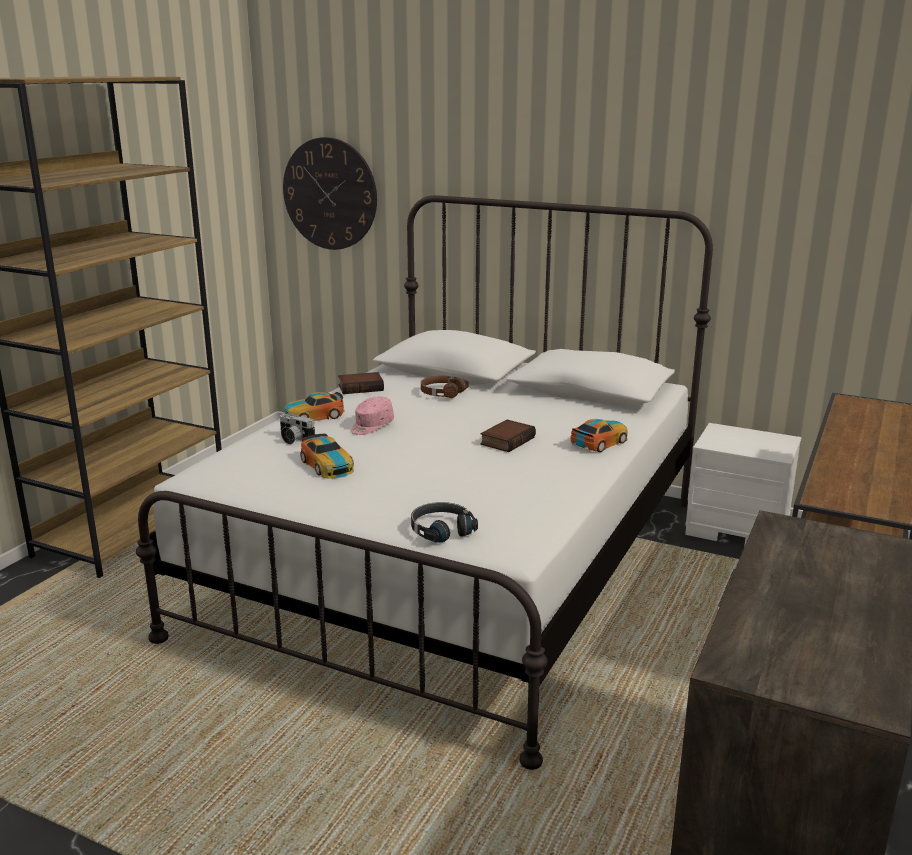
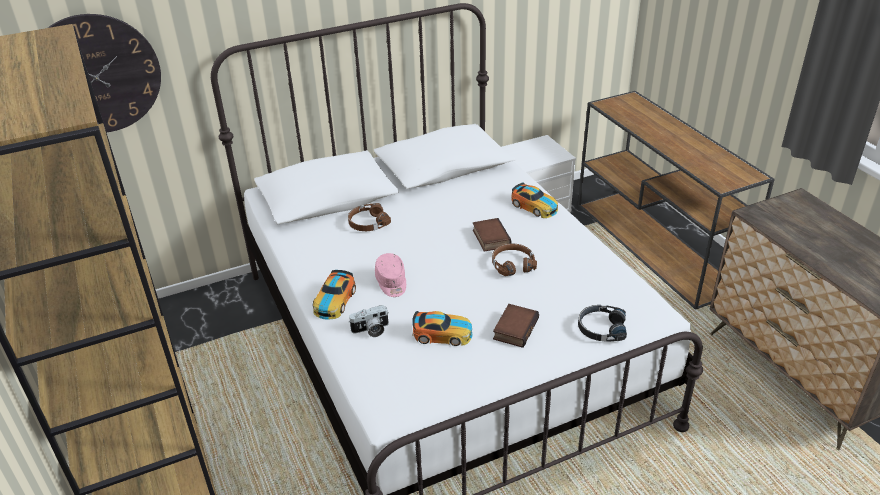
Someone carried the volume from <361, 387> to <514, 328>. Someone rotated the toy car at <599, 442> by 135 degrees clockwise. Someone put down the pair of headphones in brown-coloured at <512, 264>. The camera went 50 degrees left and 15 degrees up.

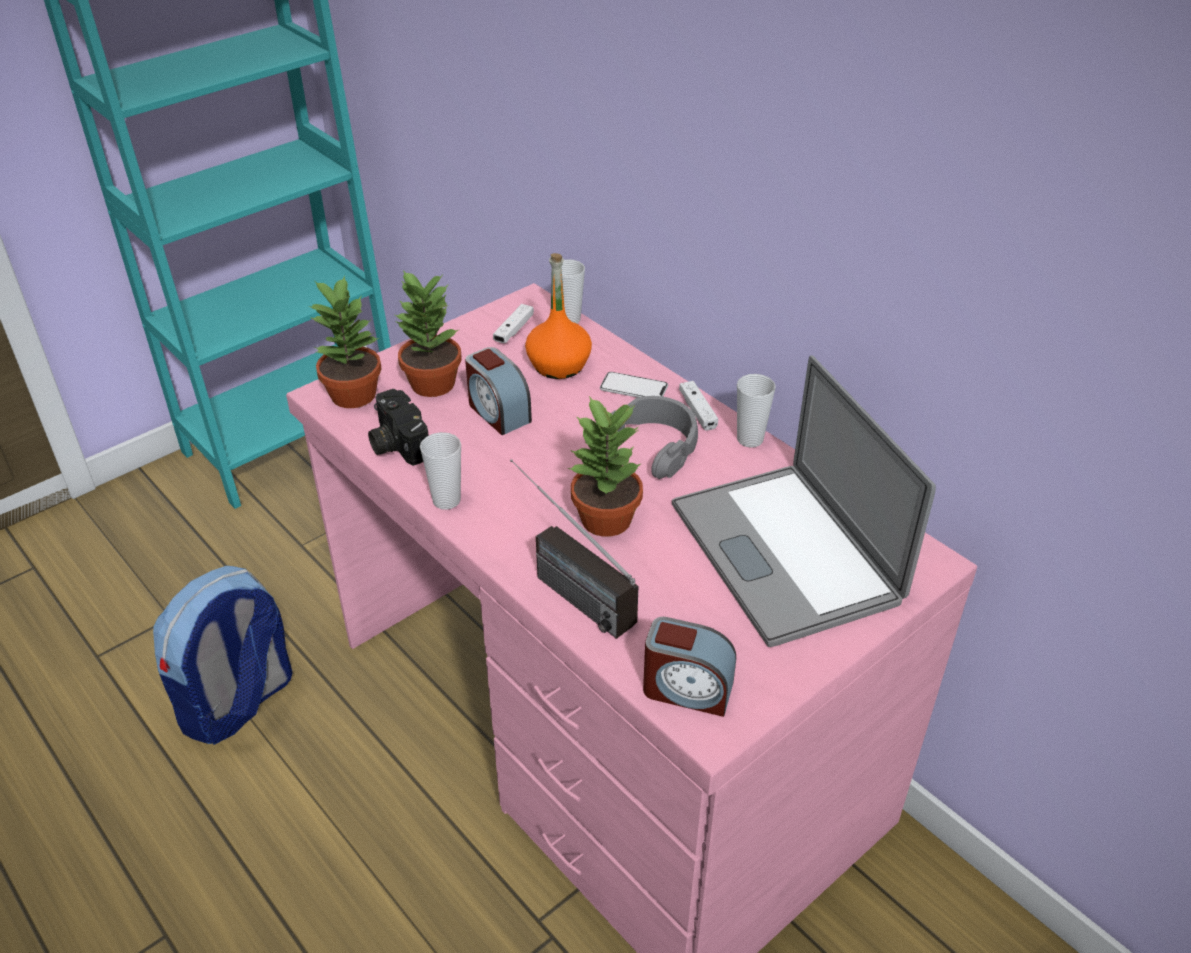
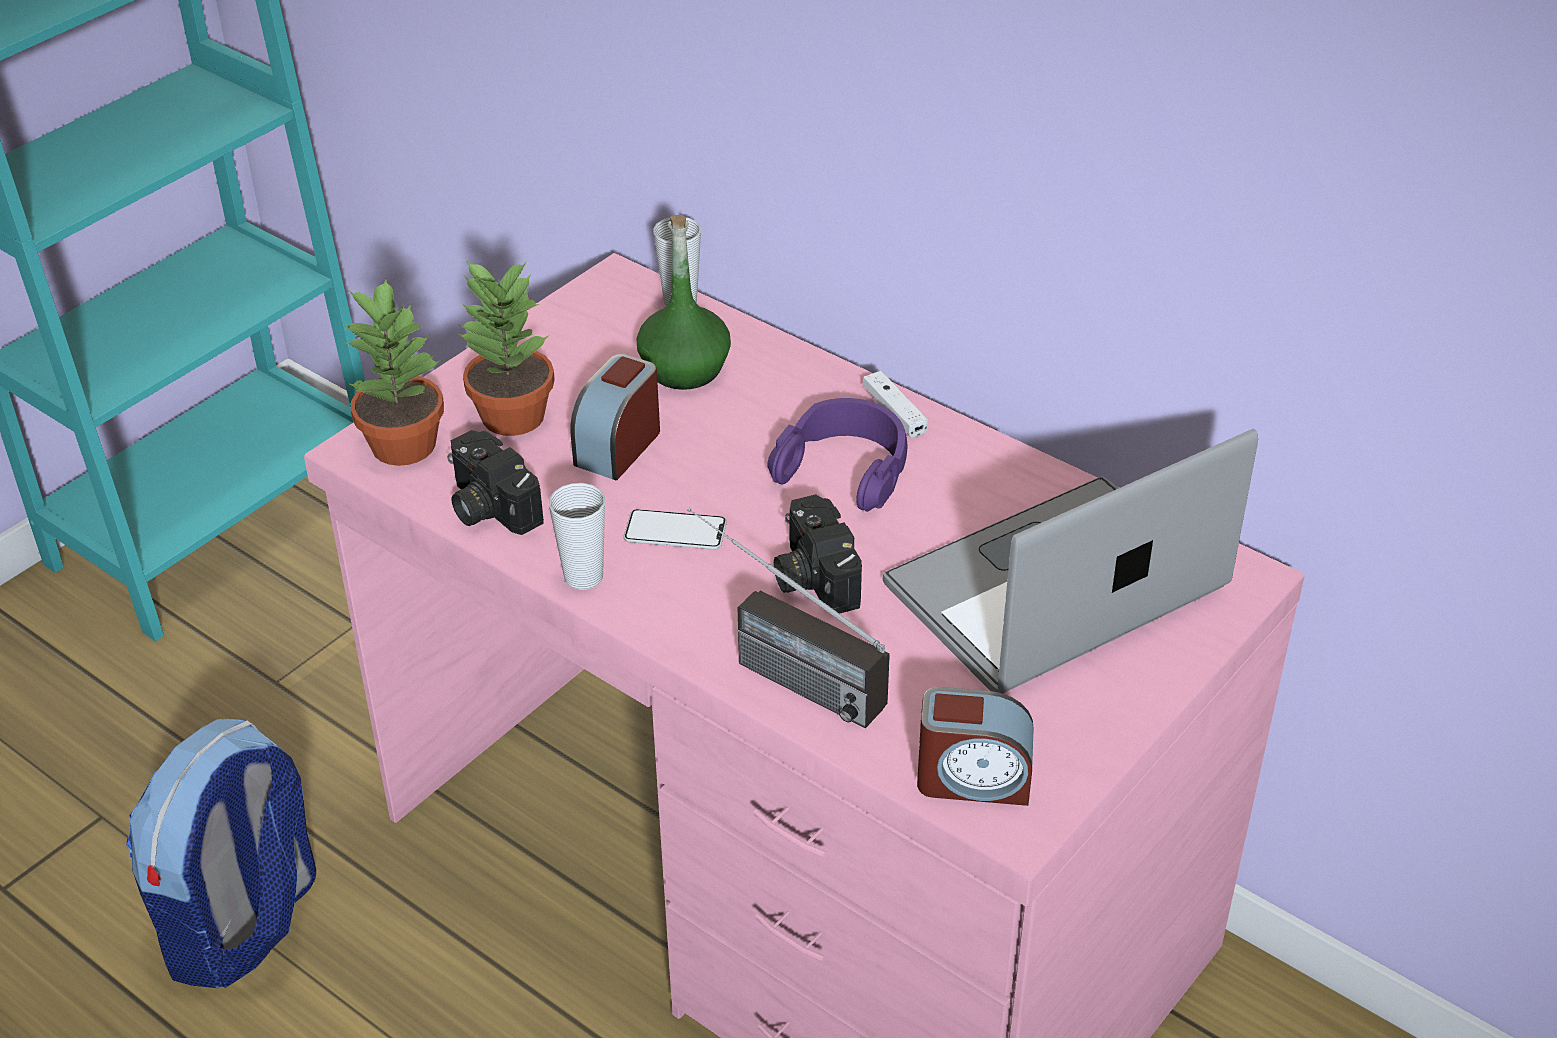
Someone rotated the alarm clock at <498, 412> by 75 degrees clockwise. Someone took away the joypad in white at <514, 330>. Someone repainted the drink bottle in orange at <559, 365>, which became the drink bottle in greenish at <684, 369>. Someone swapped the plant in a pot at <607, 520> for the still camera at <811, 576>. Someone carried the phone from <633, 388> to <675, 531>. Someone repainted the pair of headphones in grey at <652, 446>, which became the pair of headphones in purple-coloured at <845, 468>. Someone rotated the notebook computer at <784, 552> by 90 degrees clockwise. Someone took away the small cup at <750, 439>. The camera went 10 degrees left and 0 degrees up.

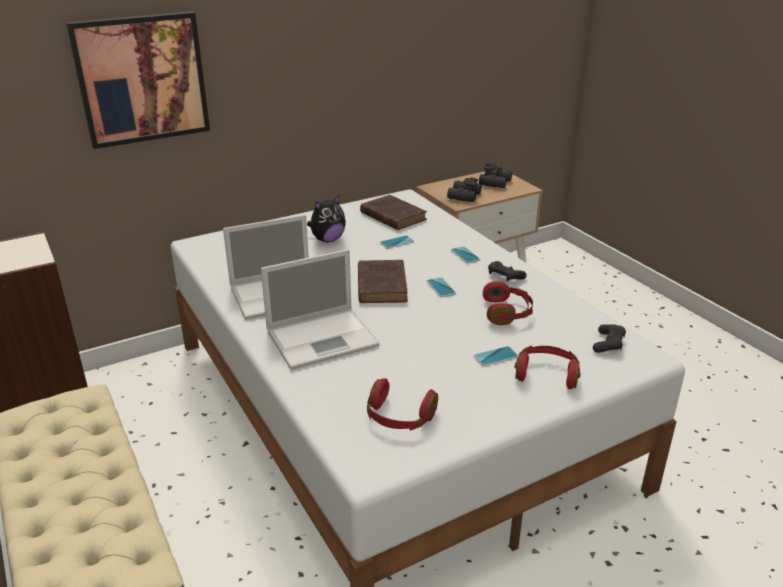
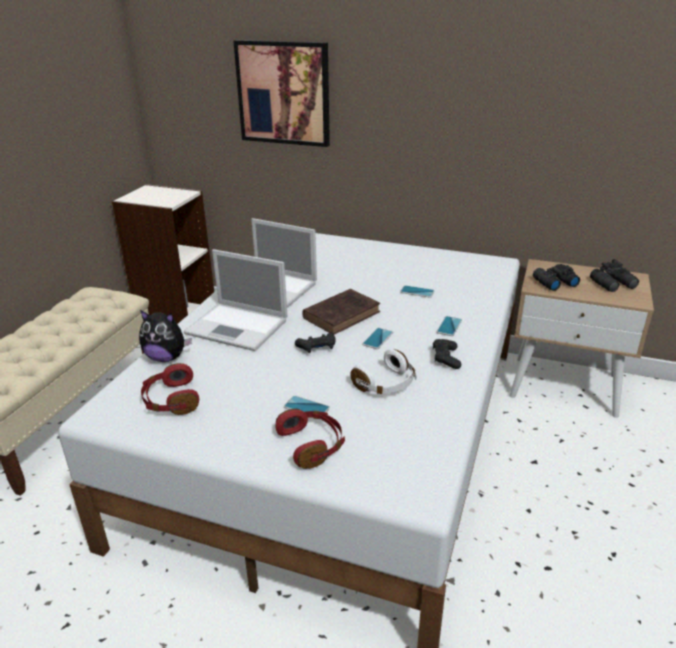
Someone carried the soft toy from <327, 239> to <166, 358>. Someone took away the volume in brown-coloured at <392, 215>. Someone repainted the pair of headphones in reddish at <507, 312>, which became the pair of headphones in white at <386, 384>. Someone carried the joypad in black-coloured from <608, 344> to <317, 348>. The camera went 50 degrees right and 0 degrees up.

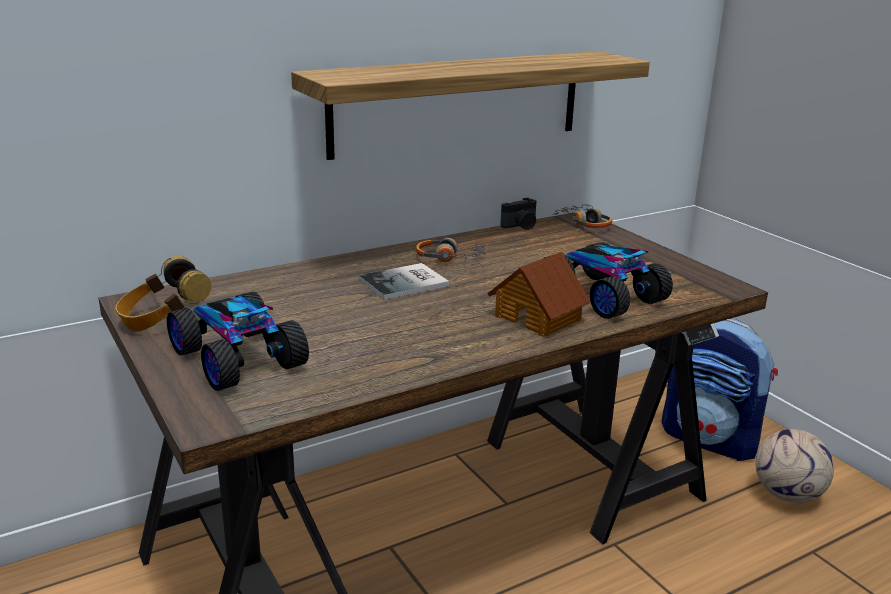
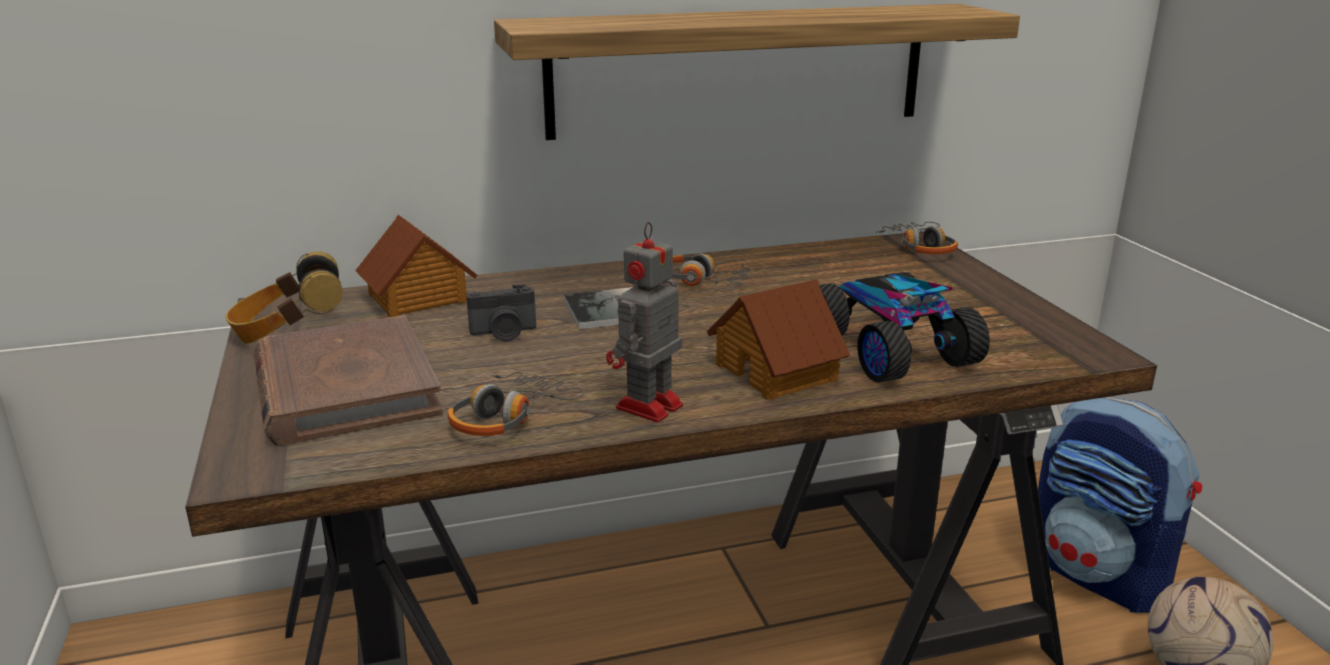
Someone swapped the toy car at <239, 357> for the volume in brown-coloured at <345, 388>. Someone carried the still camera from <521, 226> to <504, 333>. Someone put down the miniature house at <418, 298>. Someone put down the pair of headphones at <509, 417>. Someone put down the toy robot at <647, 408>. The camera went 15 degrees right and 0 degrees up.

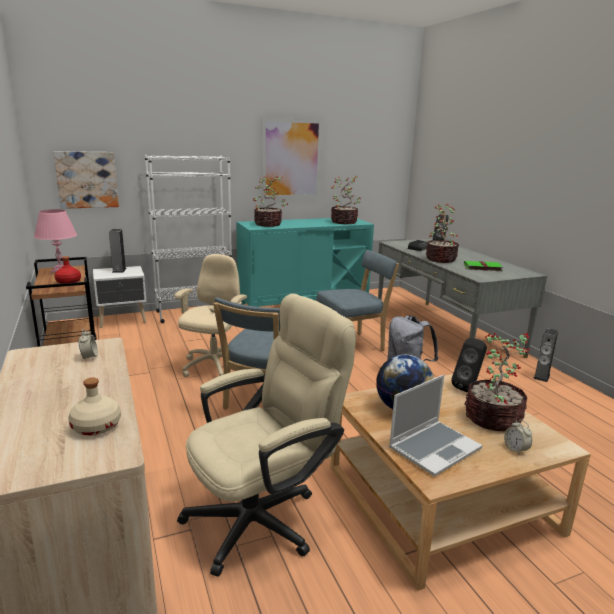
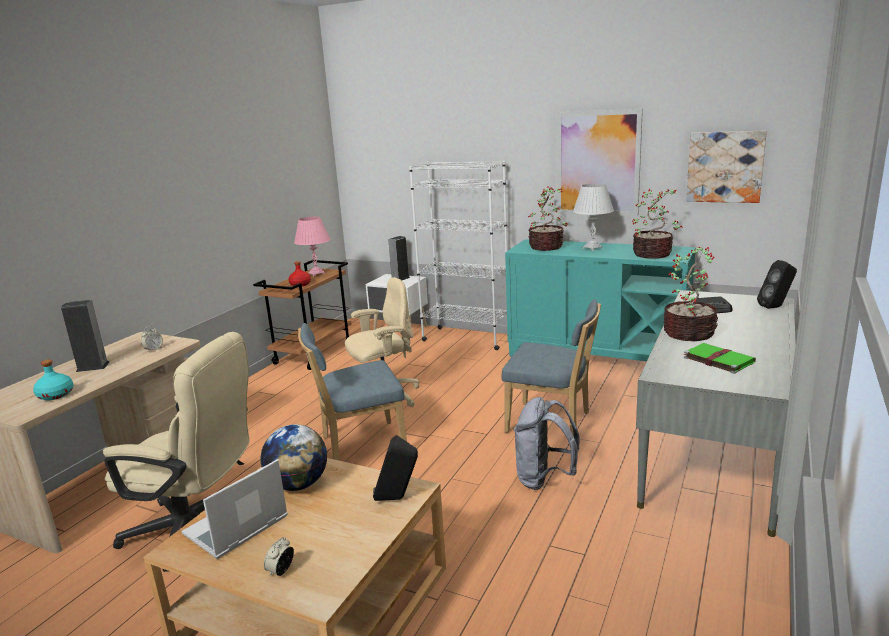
Someone carried the wall art from <87, 179> to <725, 167>. Someone repainted the drink bottle in beige-coloured at <97, 426>, which became the drink bottle in turquoise-coloured at <56, 395>. Someone rotated the notebook computer at <434, 448> by 120 degrees clockwise. Someone took away the plant in a pot at <492, 419>. Someone carried the loudspeaker from <541, 376> to <93, 367>. Someone put down the tabletop lamp in white at <592, 248>. The camera went 50 degrees right and 0 degrees up.

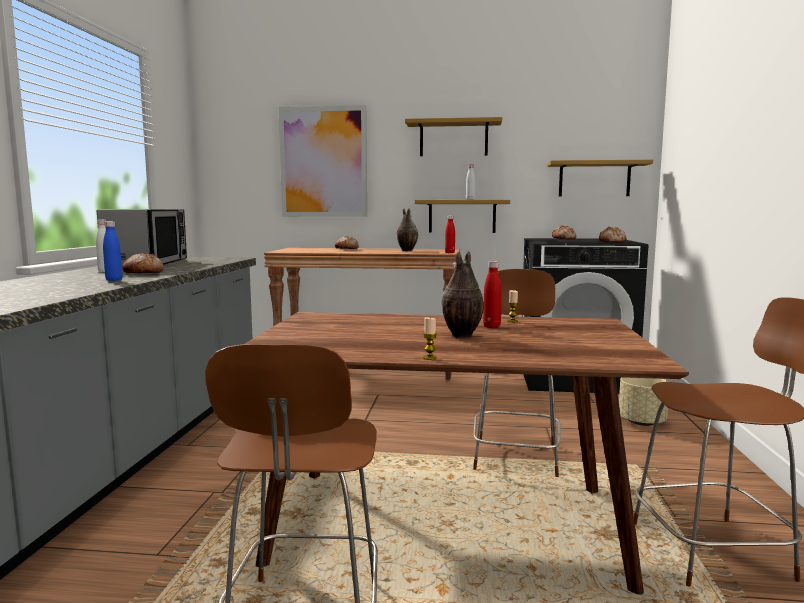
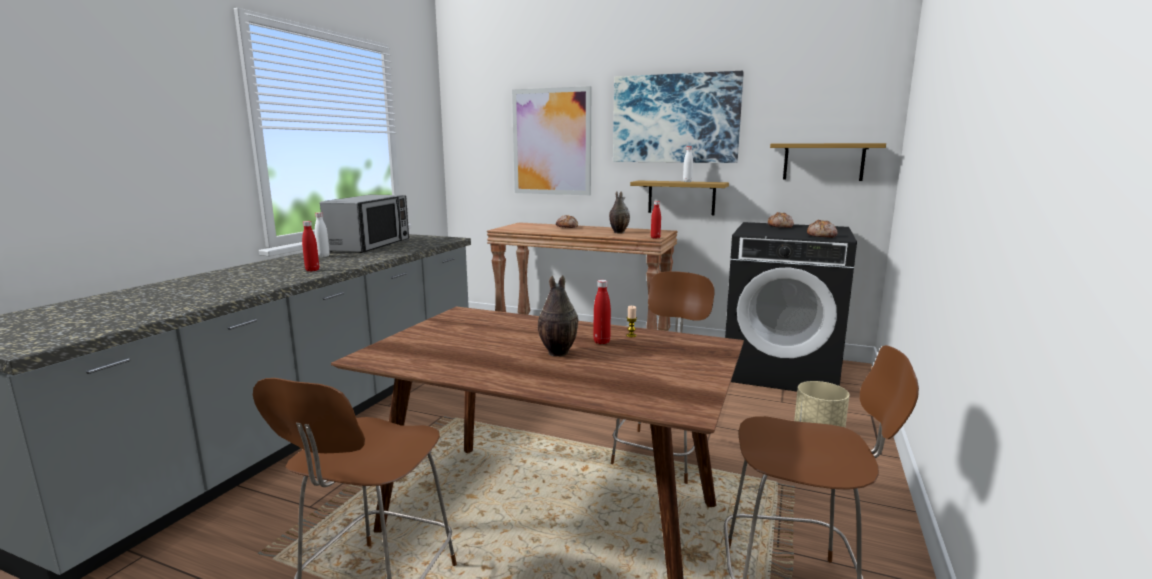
Someone repainted the drink bottle in blue at <114, 280>, which became the drink bottle in reddish at <312, 270>. Someone took away the bakery bread at <143, 273>. Someone swapped the wall shelf at <453, 139> for the wall art at <675, 119>. Someone took away the wax light at <429, 358>. The camera went 15 degrees right and 5 degrees up.

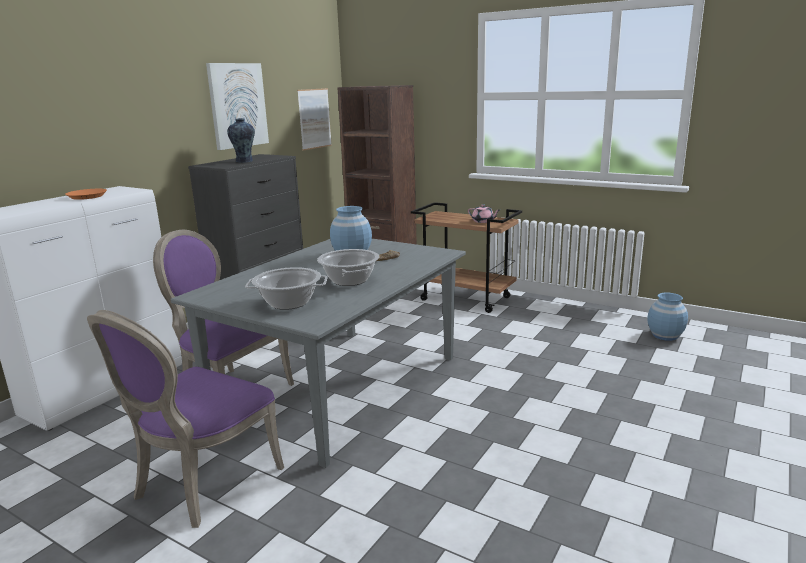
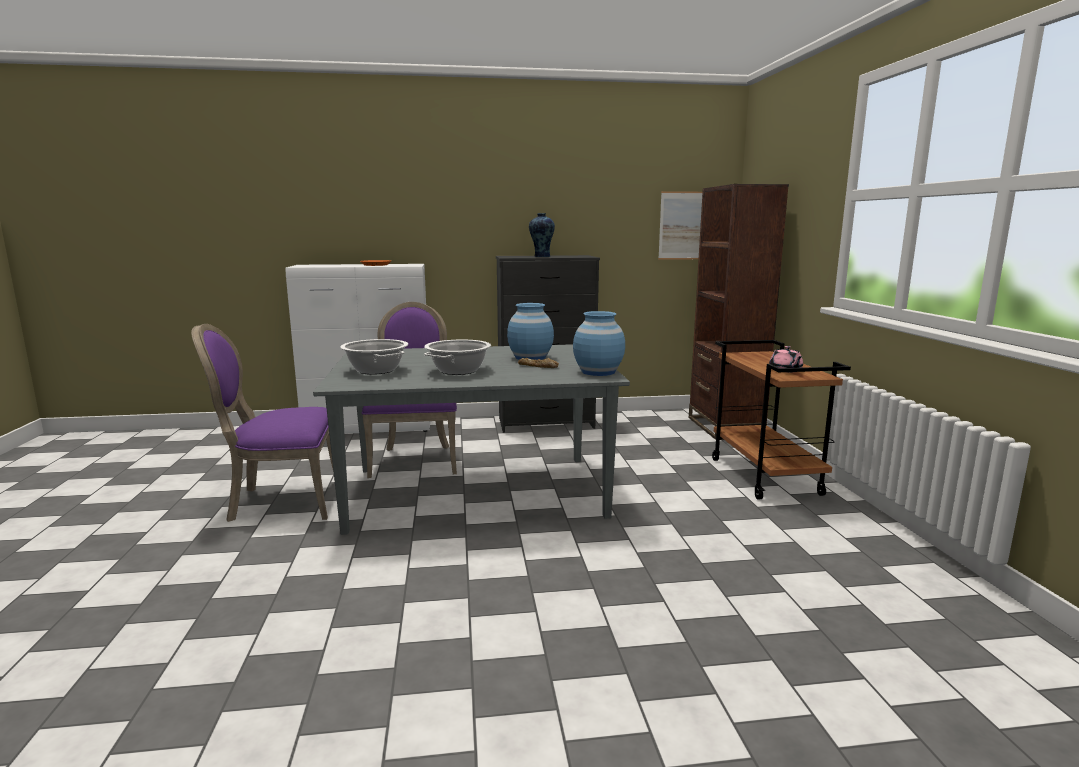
Someone took away the wall art at <237, 105>. Someone carried the flower vase in blue from <665, 335> to <598, 372>. The camera went 50 degrees right and 5 degrees down.

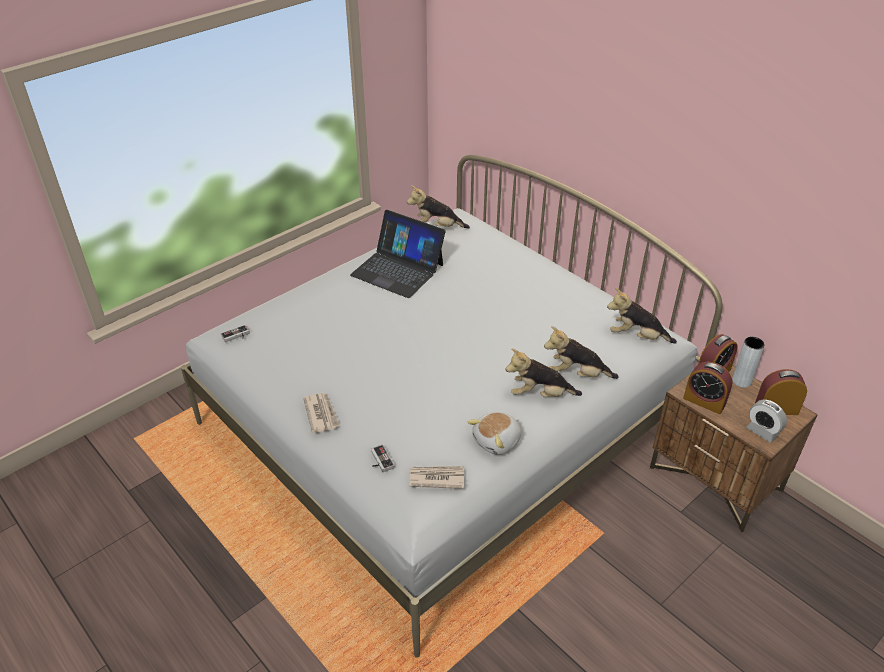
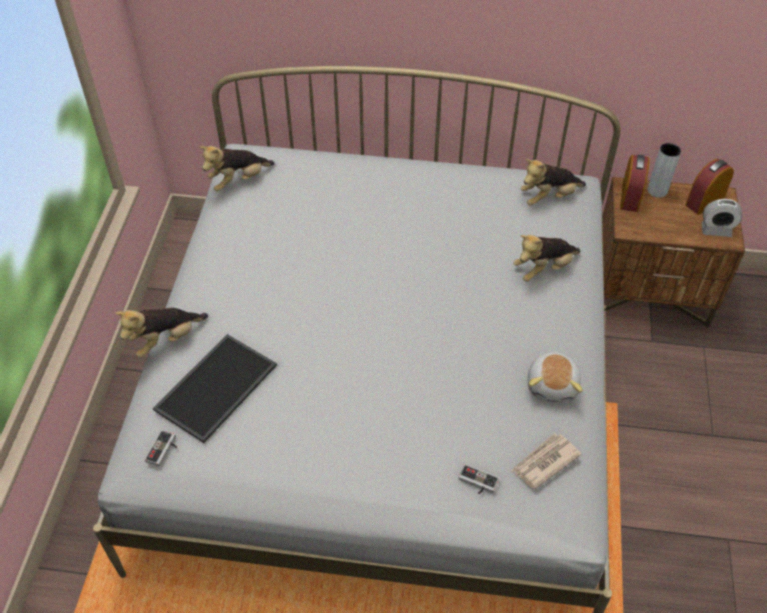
Someone took away the newspaper at <321, 414>. Someone took away the notebook computer at <398, 269>. Someone carried the soft toy from <540, 394> to <166, 340>. Someone took away the alarm clock at <704, 401>. Someone put down the serving tray at <217, 389>. The camera went 40 degrees left and 10 degrees up.

